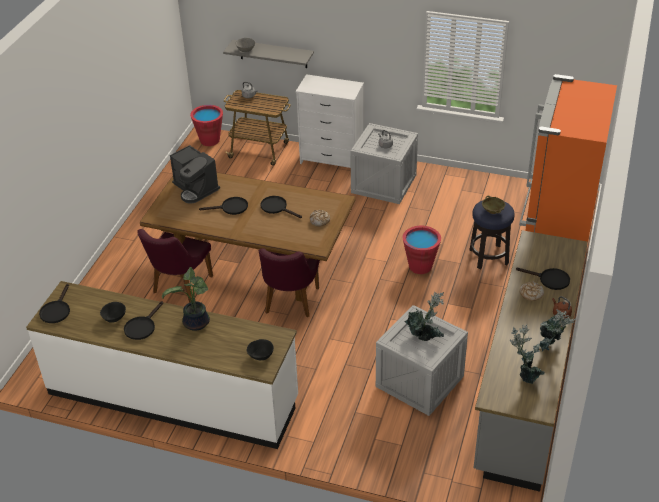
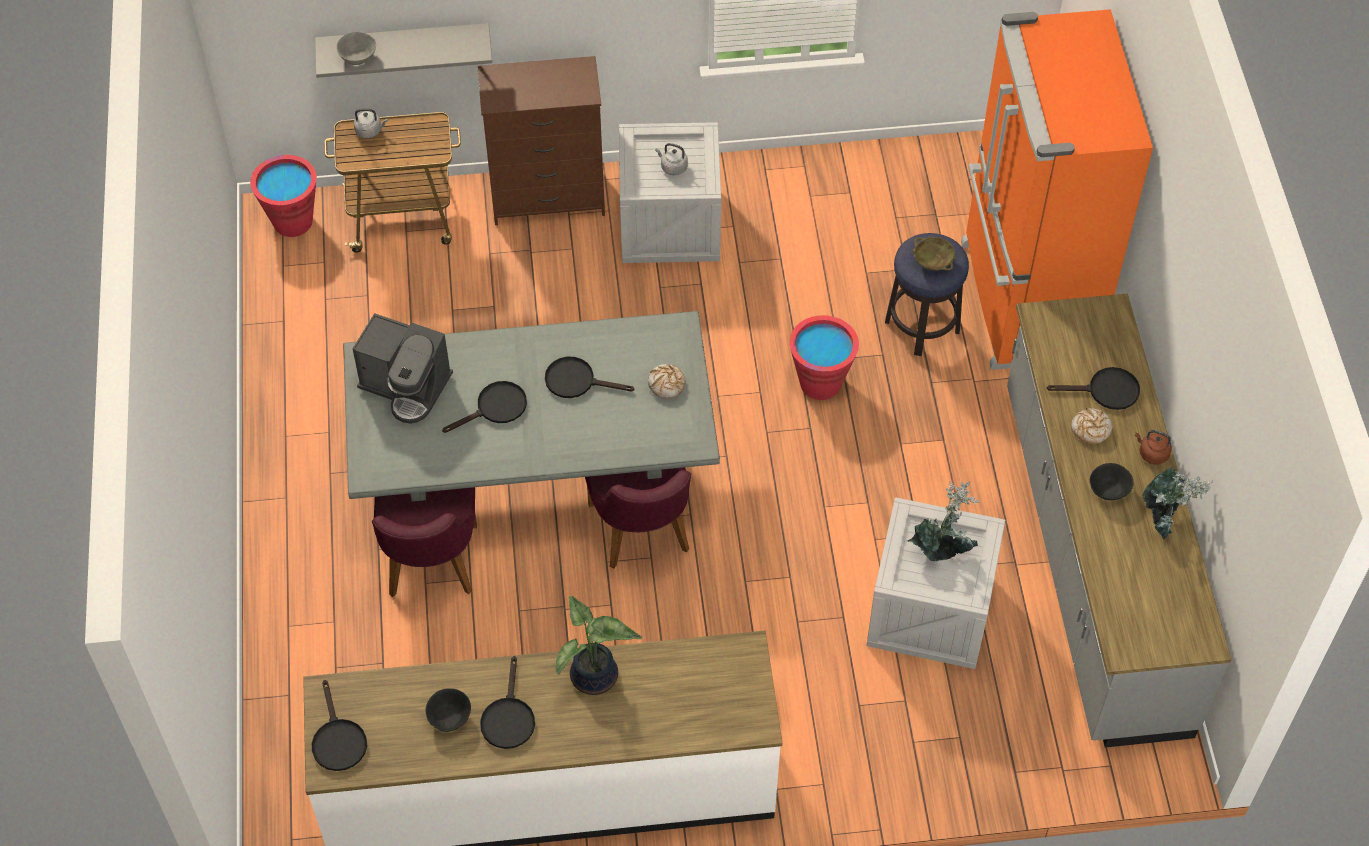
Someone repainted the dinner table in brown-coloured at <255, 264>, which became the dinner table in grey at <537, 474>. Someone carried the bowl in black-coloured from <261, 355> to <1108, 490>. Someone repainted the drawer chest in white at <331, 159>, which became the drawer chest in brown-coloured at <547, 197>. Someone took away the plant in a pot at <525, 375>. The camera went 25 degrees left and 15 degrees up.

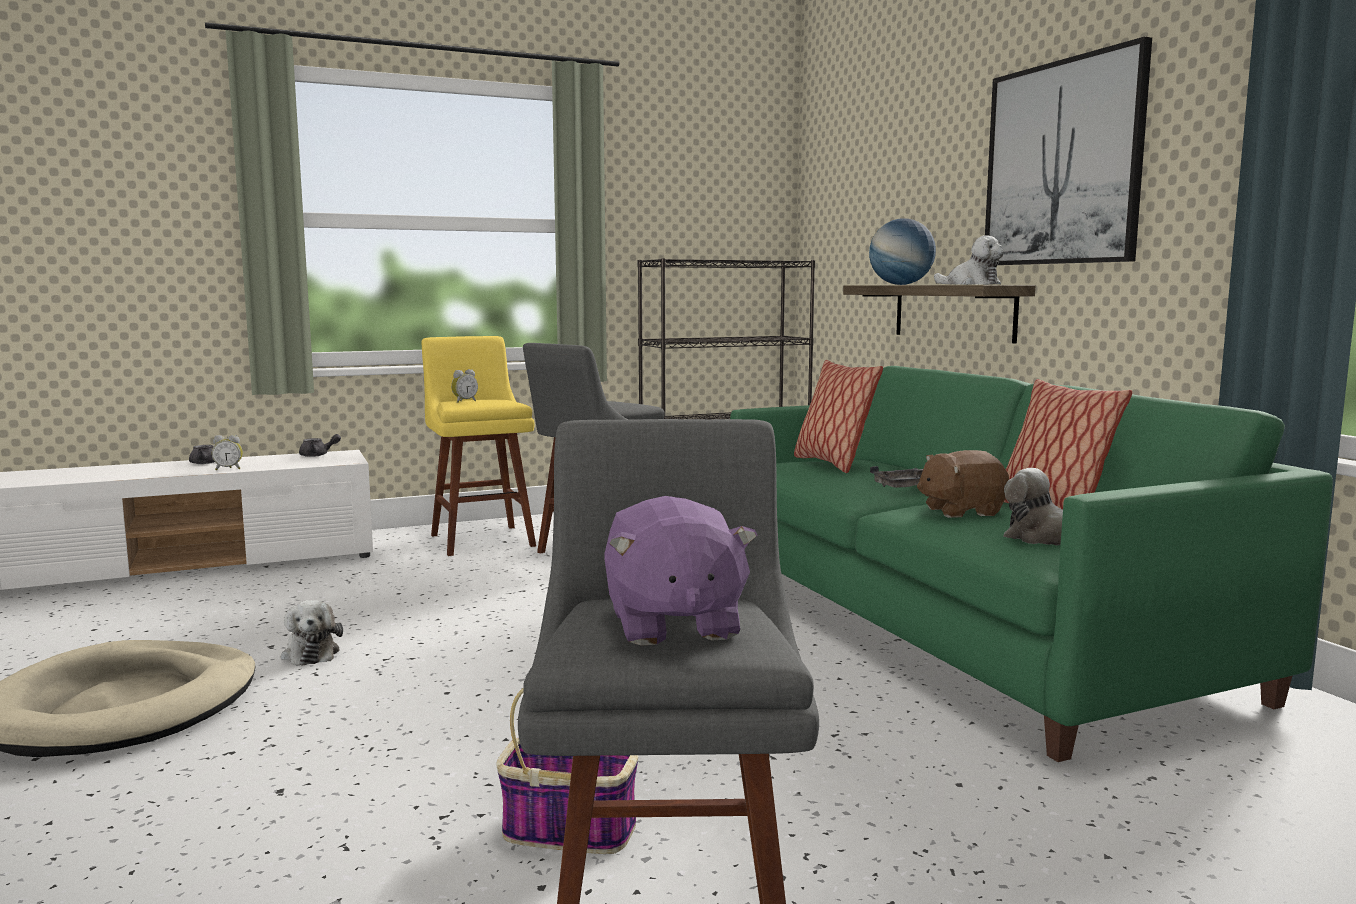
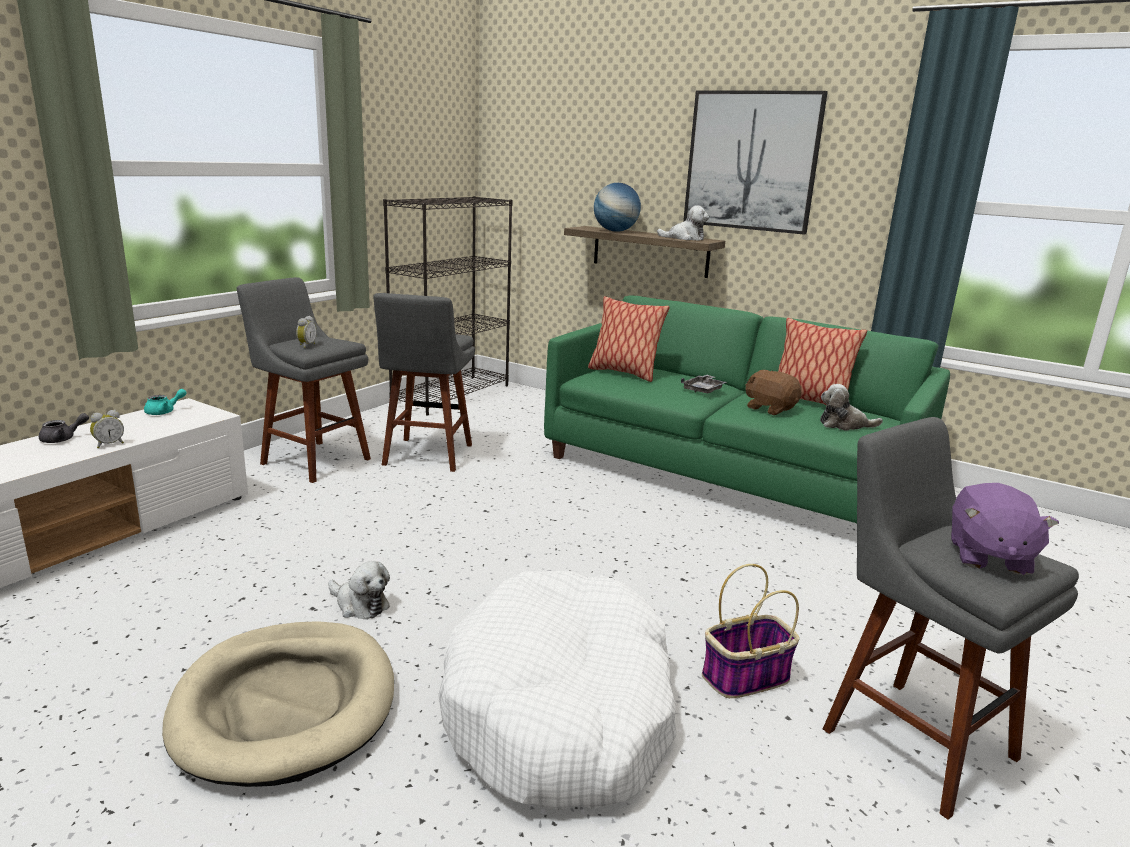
Someone repainted the pot for tea in grey at <318, 455>, which became the pot for tea in turquoise-coloured at <164, 412>. Someone repainted the sitting stool in yellow-coloured at <481, 539>, which became the sitting stool in grey at <312, 460>. Someone rotated the soft toy in purple-coloured at <672, 624> by 60 degrees clockwise. Someone rotated the soft toy in brown-coloured at <961, 511> by 90 degrees clockwise. Someone put down the dog cushion in white at <561, 711>. The camera went 35 degrees left and 10 degrees up.

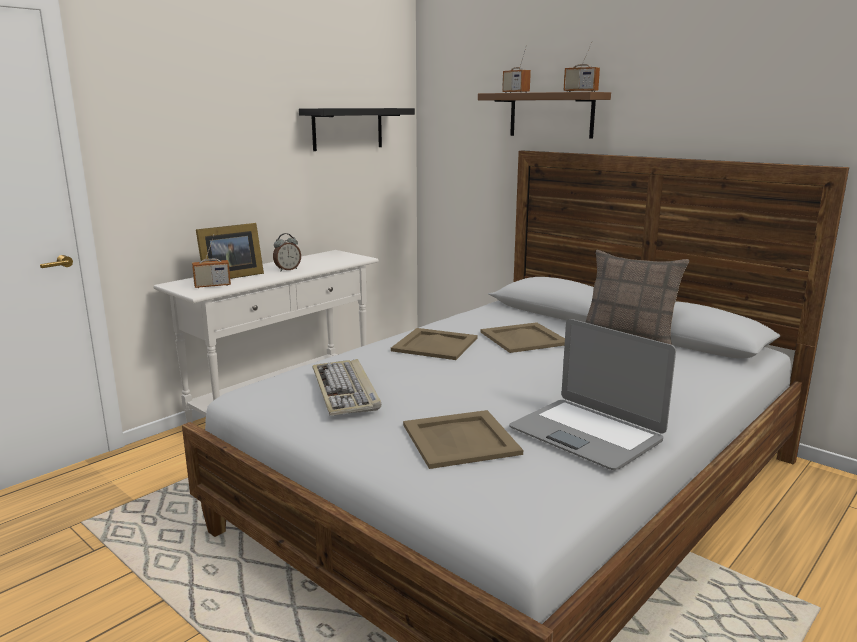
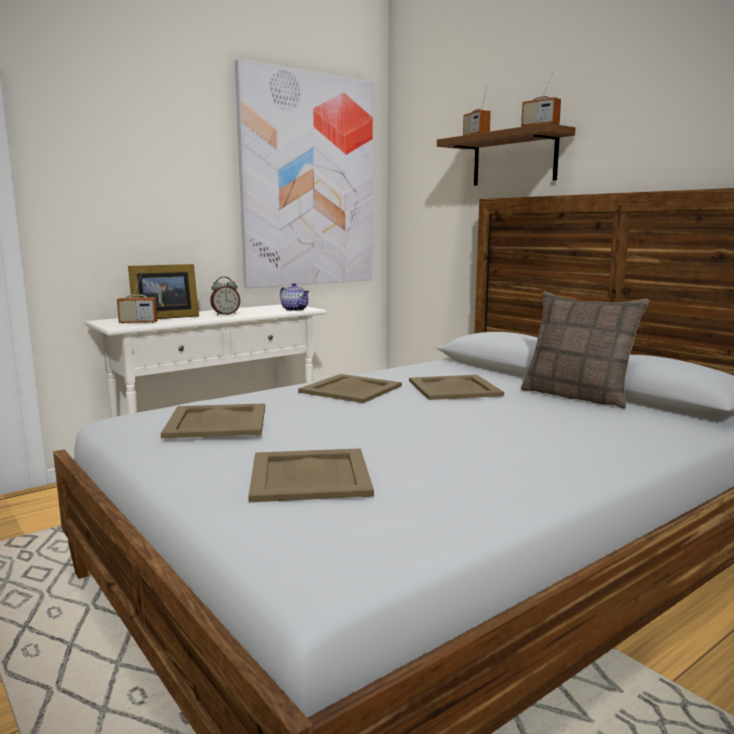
Someone swapped the wall shelf in black-coloured at <347, 128> for the wall art at <308, 181>. Someone swapped the keyboard at <346, 390> for the serving tray in beige-coloured at <217, 422>. Someone took away the notebook computer at <586, 434>. Someone put down the pot for tea at <294, 309>. The camera went 10 degrees right and 5 degrees down.

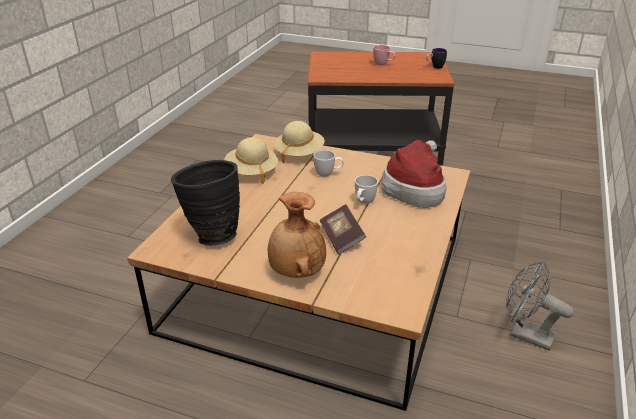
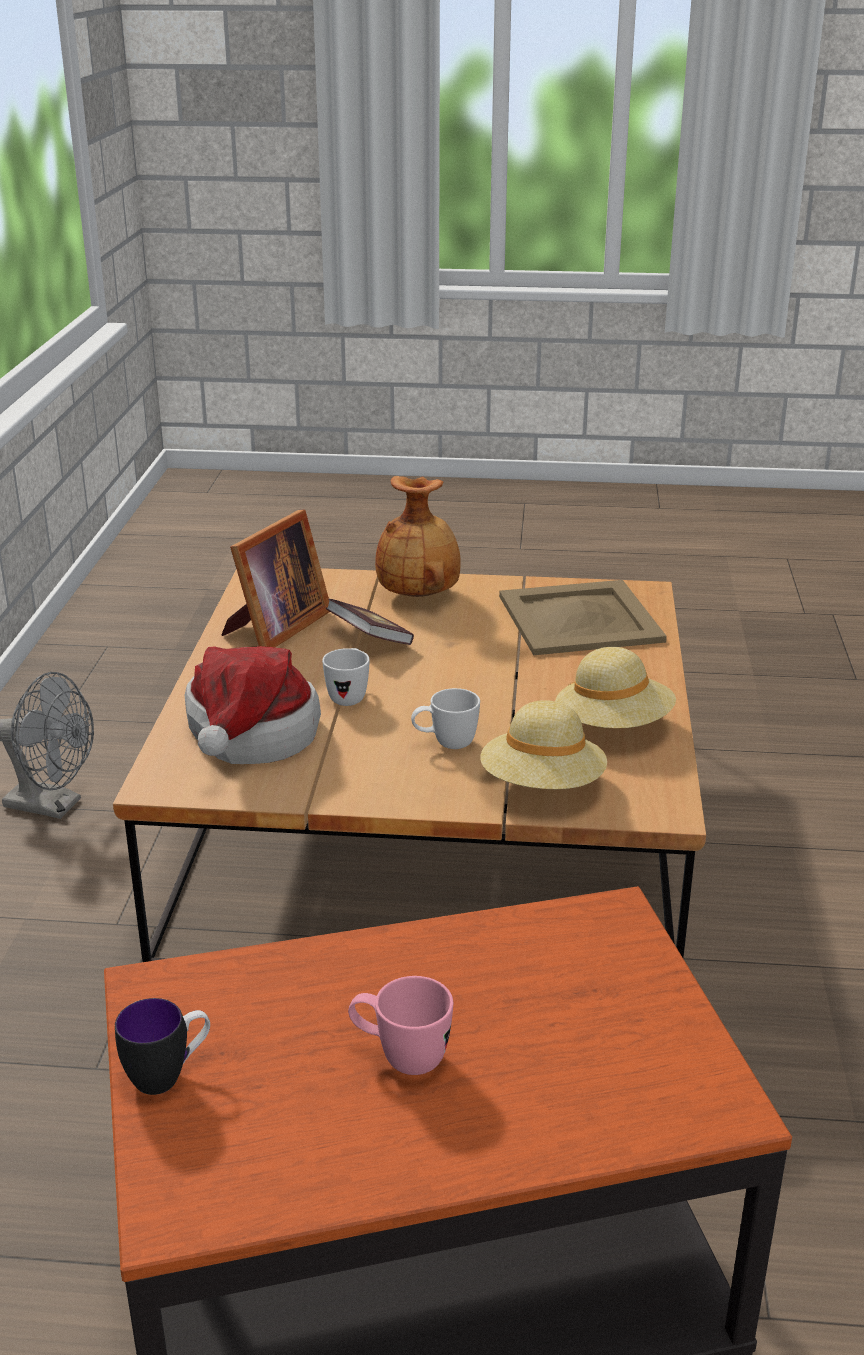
Someone swapped the flower vase in black-coloured at <211, 234> for the serving tray in beige-coloured at <580, 618>. Someone put down the standing frame at <275, 628>. The camera went 165 degrees right and 5 degrees down.

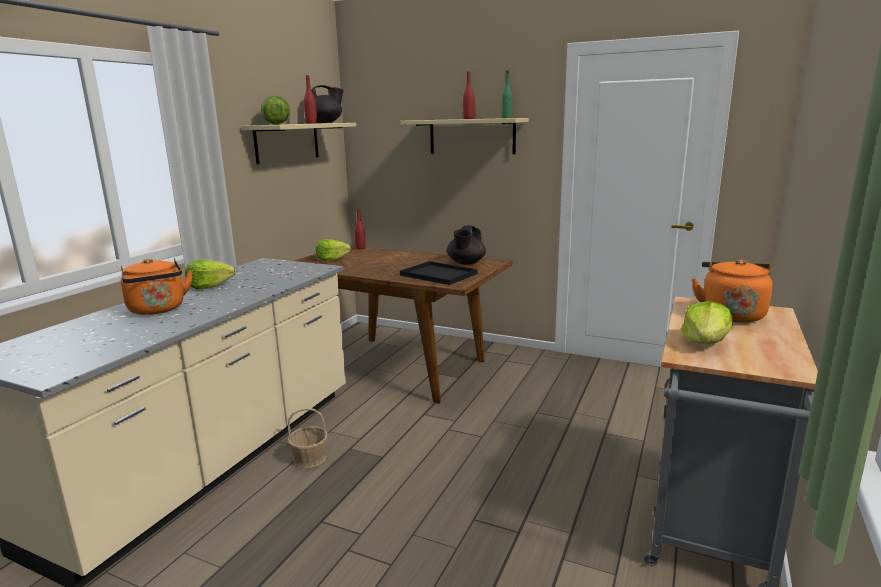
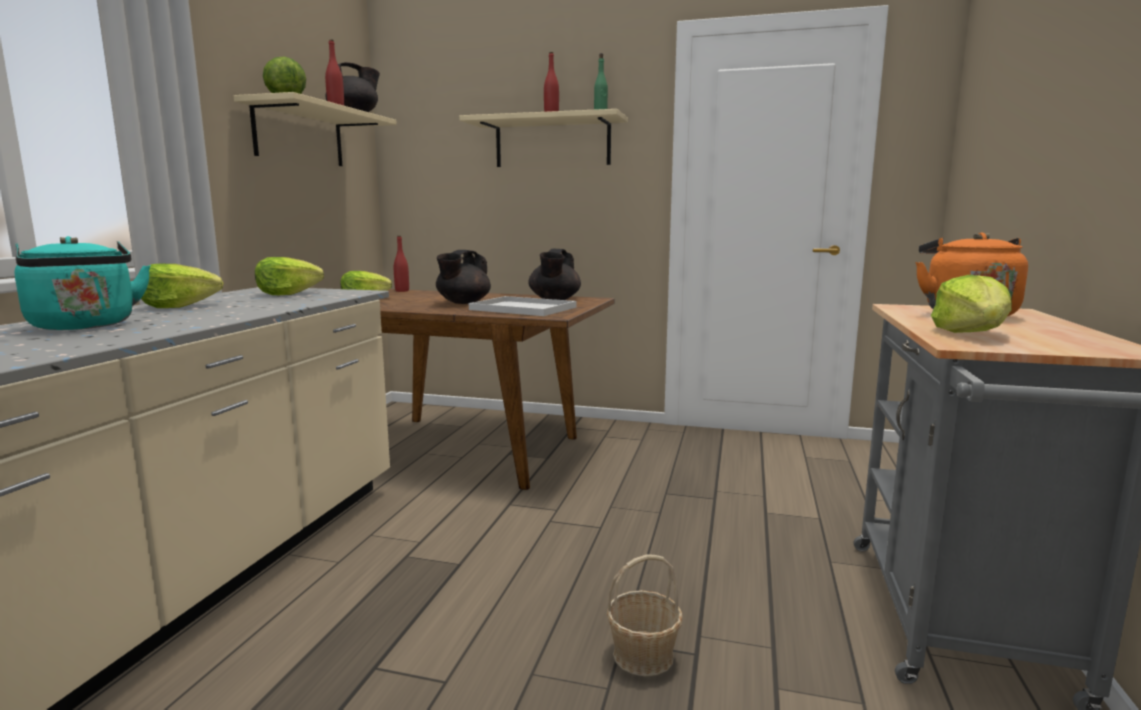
Someone repainted the water kettle in orange at <158, 310>, which became the water kettle in turquoise-coloured at <85, 326>. Someone carried the household basket from <310, 459> to <644, 655>. Someone repainted the serving tray in black-coloured at <437, 274>, which became the serving tray in white at <521, 308>. Someone put down the lettuce head at <287, 294>. Someone put down the pot for tea in black-coloured at <463, 303>. The camera went 10 degrees left and 5 degrees down.

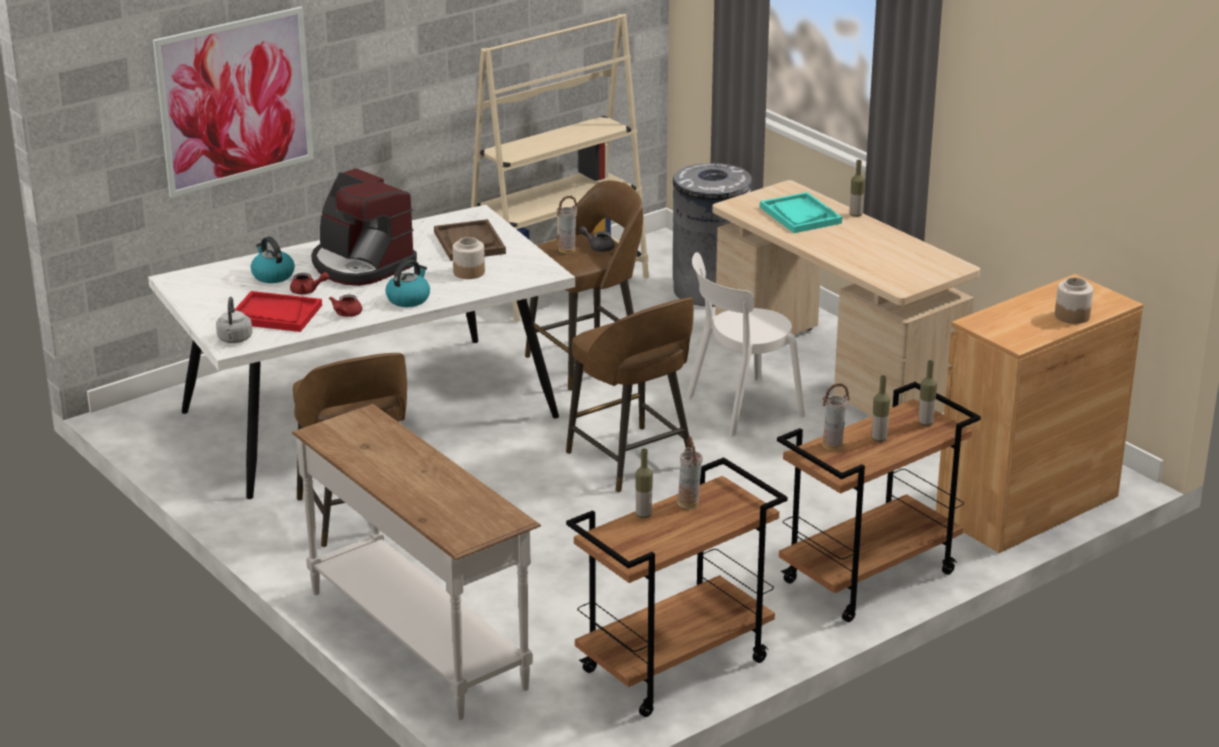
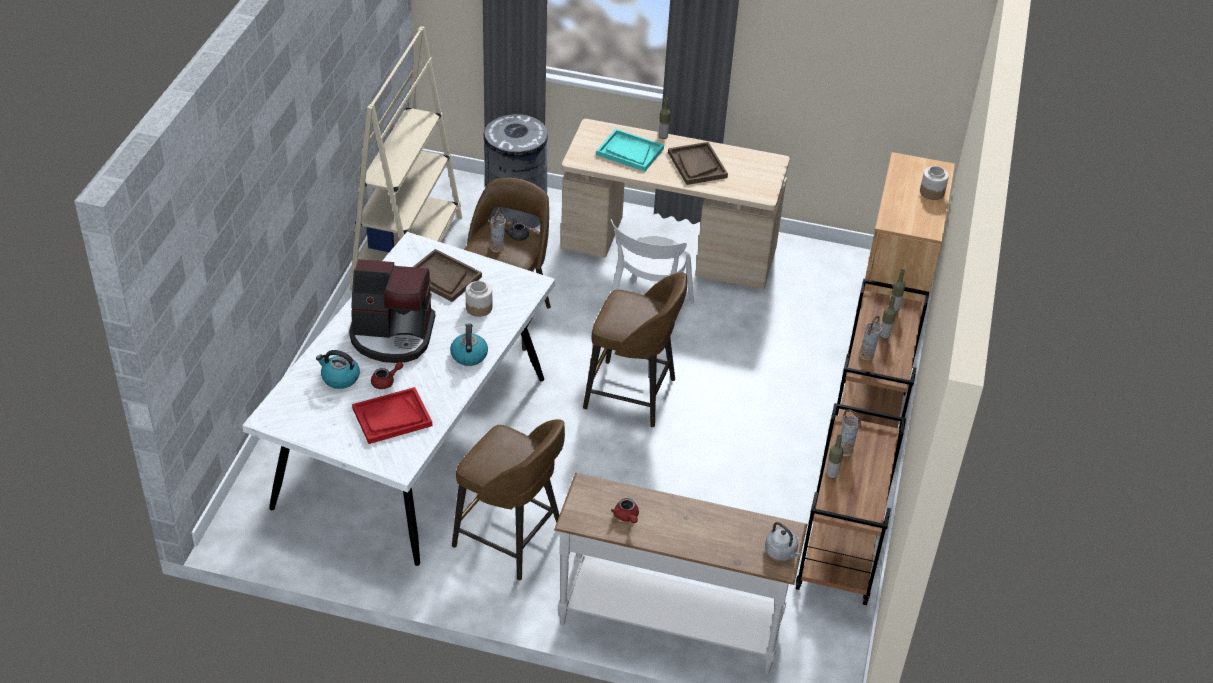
Someone took away the wall art at <235, 100>. Someone carried the water kettle in grey from <234, 340> to <781, 553>. Someone carried the pot for tea in reddish from <346, 314> to <626, 517>. Someone put down the serving tray in brown-coloured at <697, 165>. The camera went 40 degrees left and 15 degrees up.

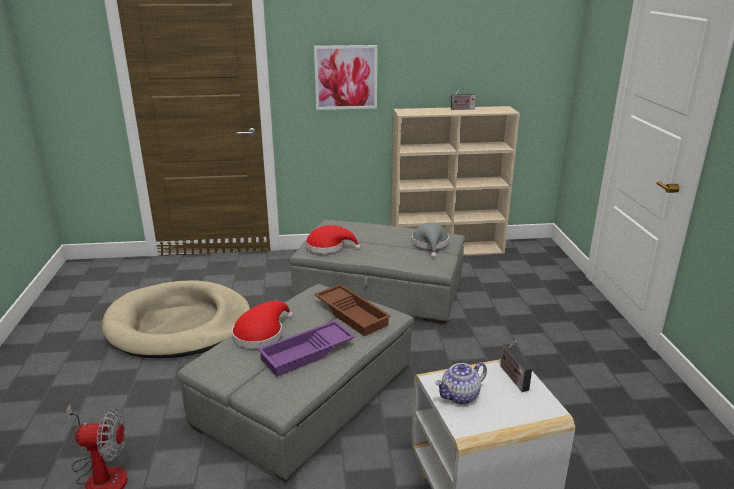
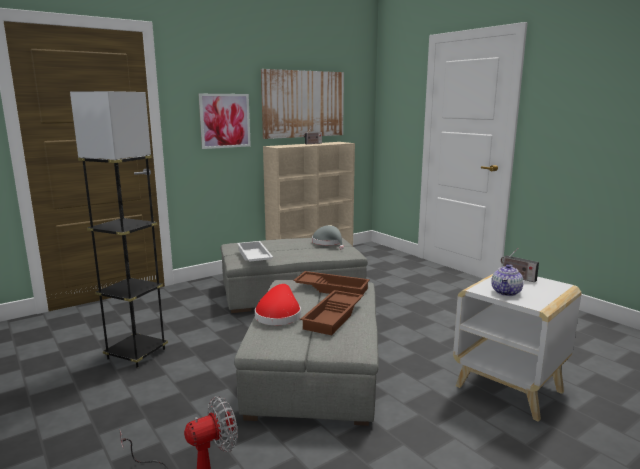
Someone swapped the dog cushion in beige-coloured at <179, 324> for the standing lamp in grey at <136, 354>. Someone repainted the serving tray in purple-coloured at <307, 353>, which became the serving tray in brown-coloured at <334, 317>. Someone swapped the clothing hat in reddish at <328, 247> for the serving tray in white at <253, 257>. Someone put up the wall art at <303, 104>. The camera went 30 degrees left and 10 degrees down.

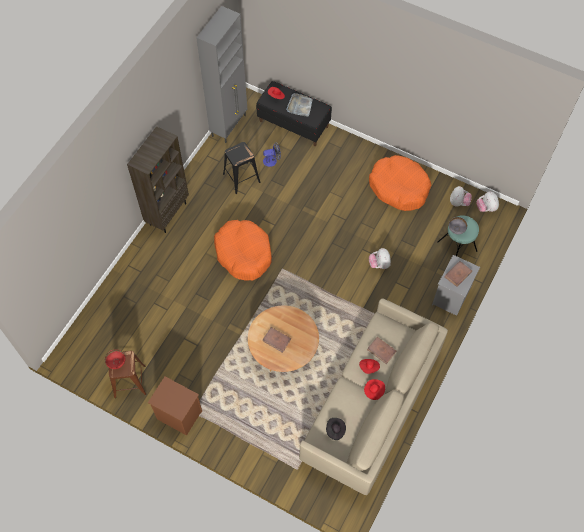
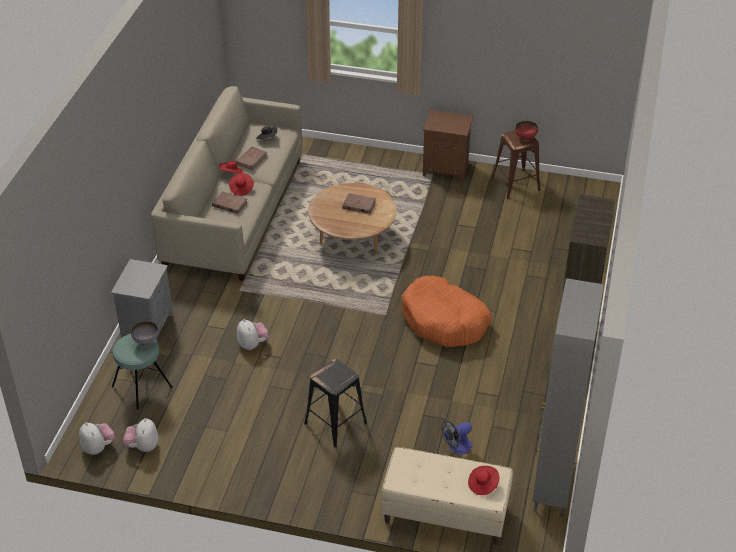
Someone carried the sitting stool in black-coloured from <241, 178> to <336, 423>. Someone repainted the bench in black-coloured at <294, 124>, which became the bench in beige-coloured at <445, 514>. Someone took away the serving tray in grey at <299, 106>. Someone took away the dog cushion in orange at <399, 187>. Someone carried the volume in brown-coloured from <457, 274> to <251, 159>. The camera went 165 degrees right and 20 degrees down.

